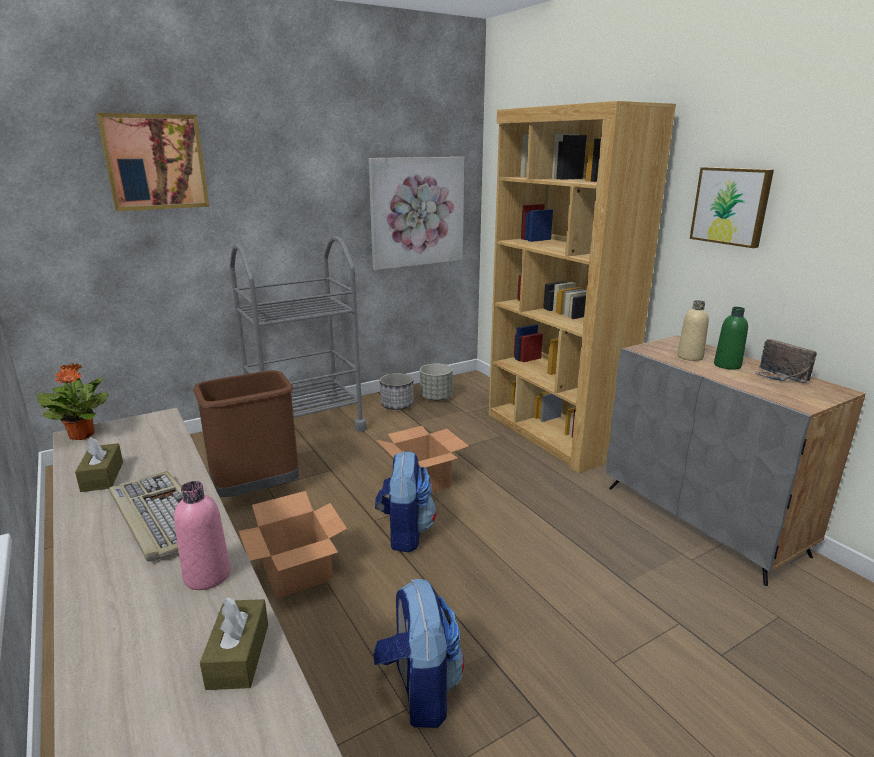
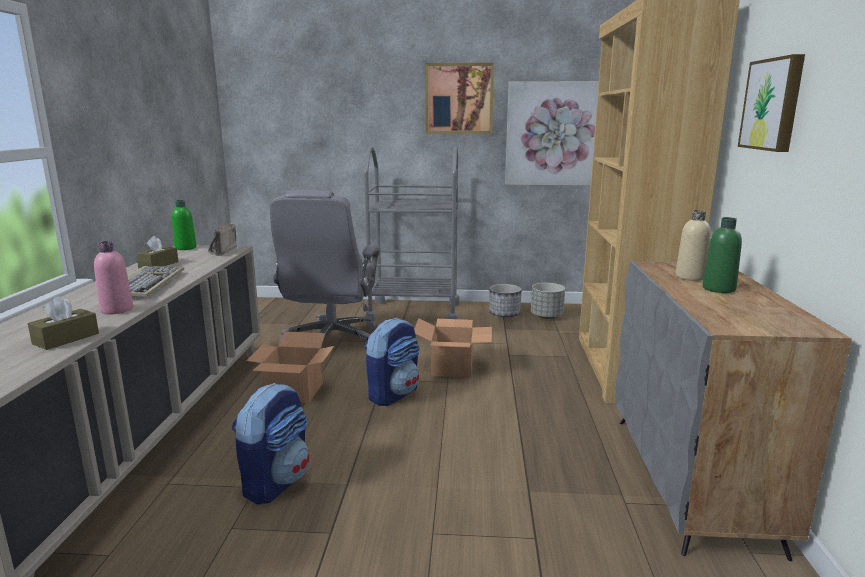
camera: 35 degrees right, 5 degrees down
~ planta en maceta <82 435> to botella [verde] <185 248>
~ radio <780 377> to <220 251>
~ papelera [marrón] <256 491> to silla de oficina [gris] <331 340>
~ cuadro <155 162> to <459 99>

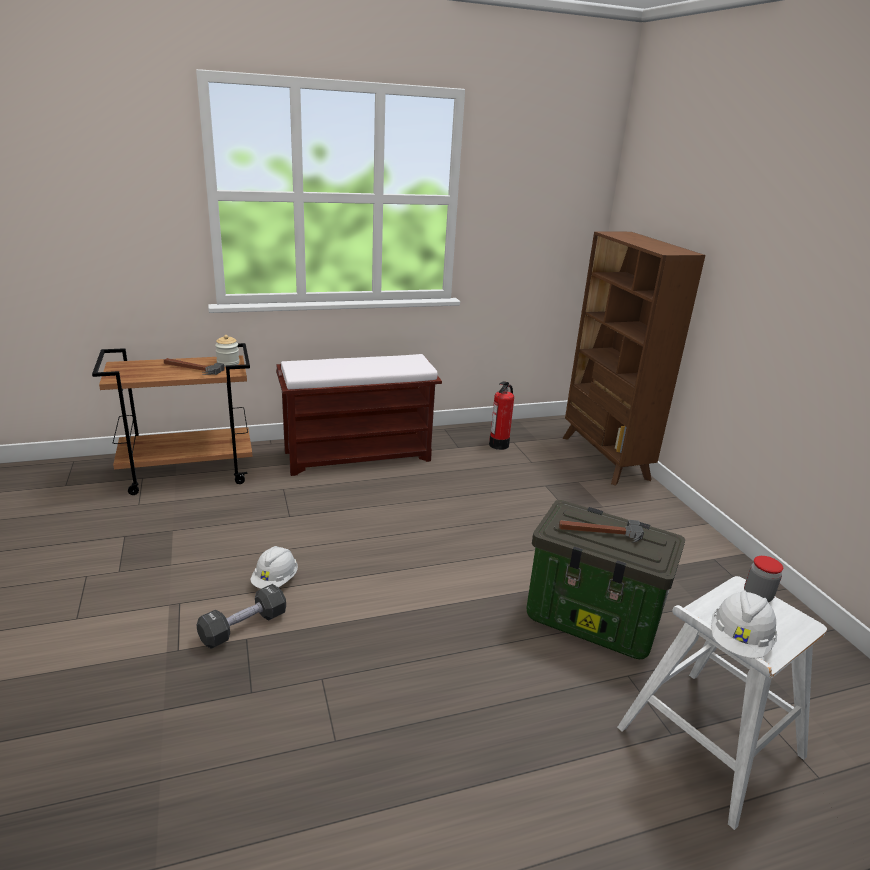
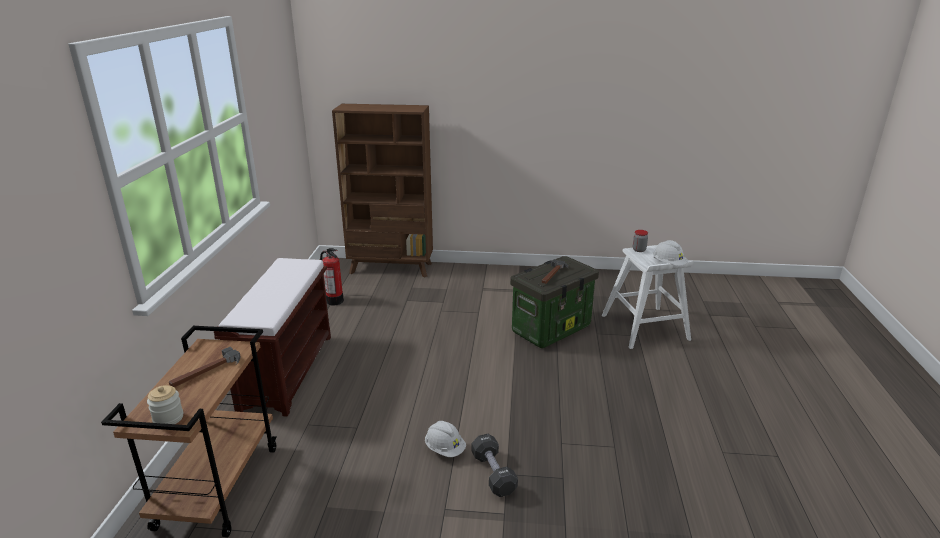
camera: 65 degrees left, 0 degrees up
~ tarro <228 363> to <168 418>

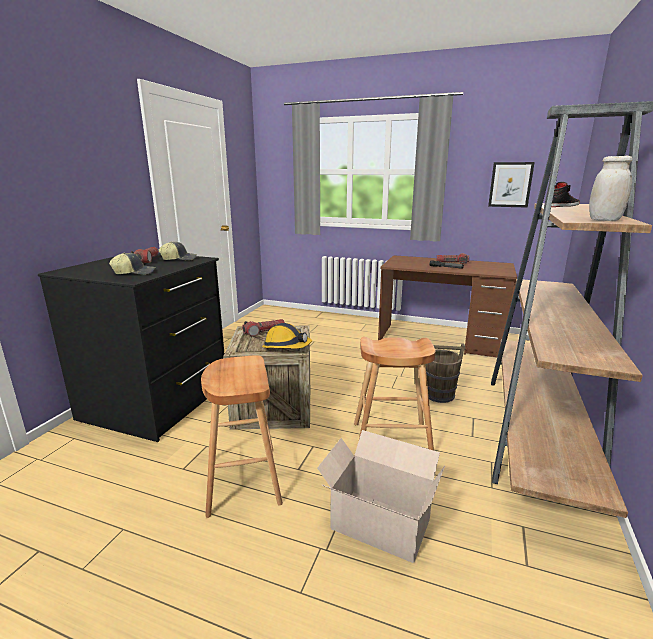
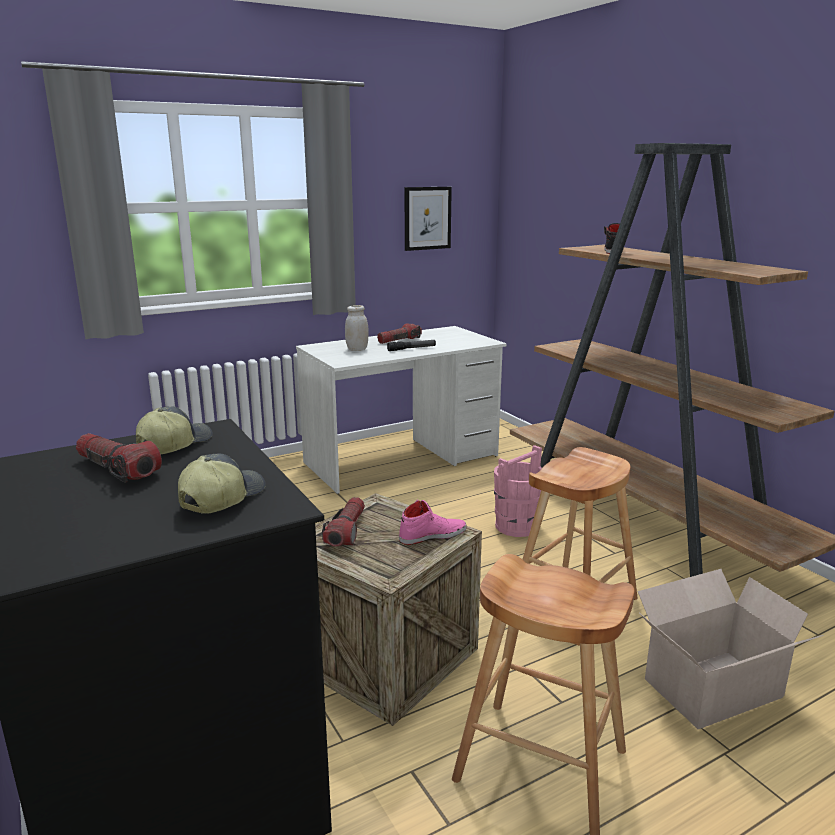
camera: 50 degrees left, 0 degrees up
~ escritorio [marrón] <440 341> to escritorio [blanco] <402 460>
~ tarro [blanco] <604 220> to <357 349>
~ casco <286 347> to zapato [rosa] <432 535>
~ cubo [marrón] <439 395> to cubo [rosa] <517 526>

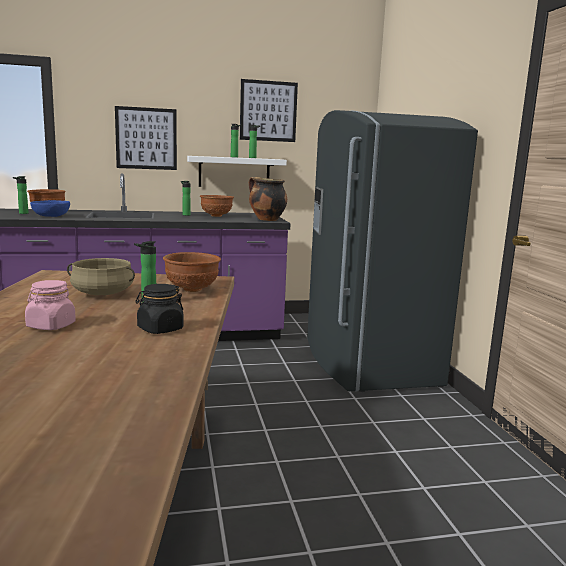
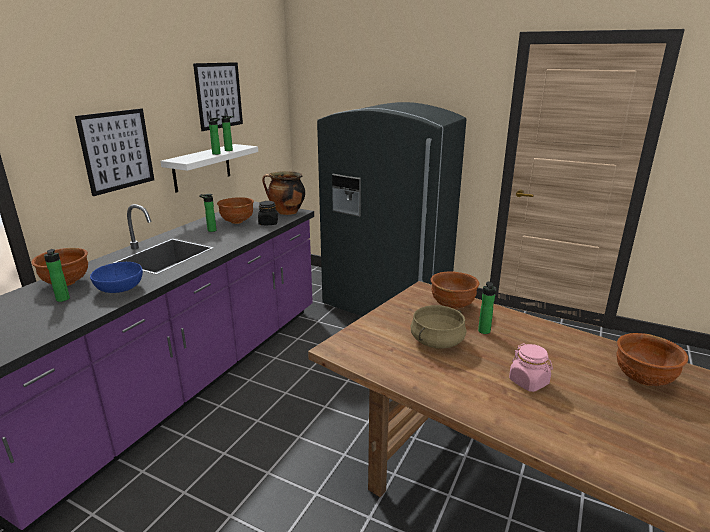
camera: 50 degrees left, 10 degrees up
~ tarro [negro] <160 329> to <268 223>
+ cuenco [marrón] <642 379>

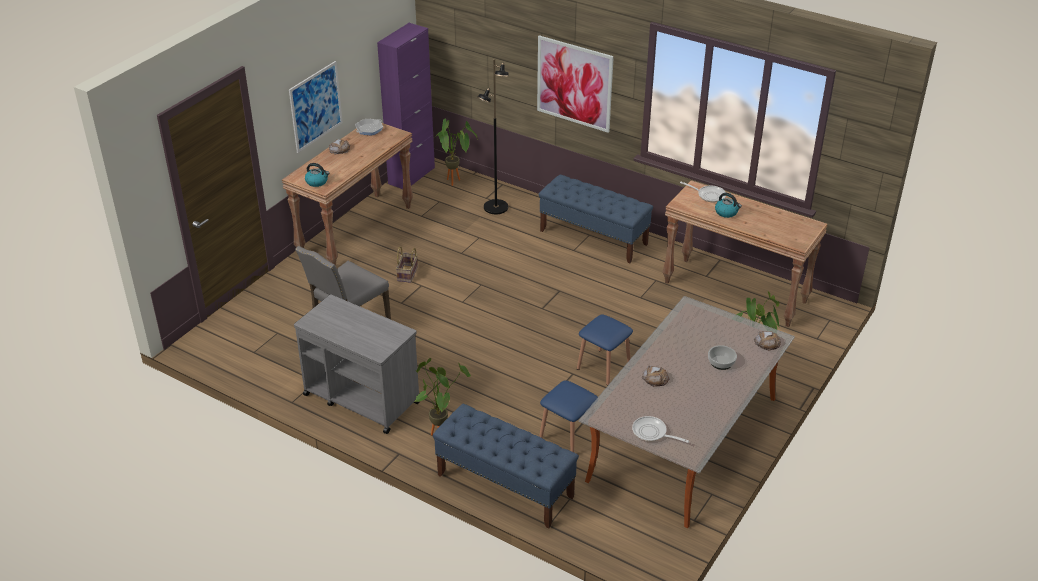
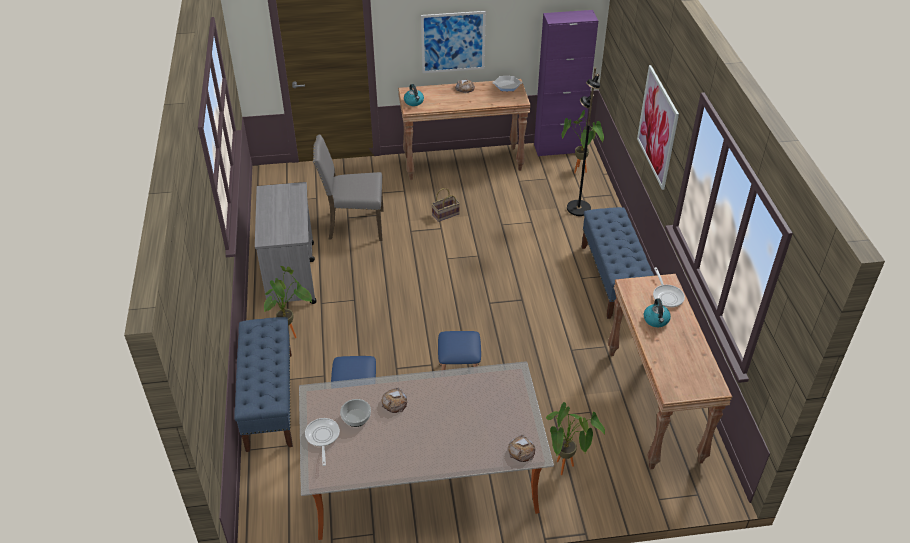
camera: 50 degrees right, 5 degrees up
~ cuenco <721 362> to <356 417>

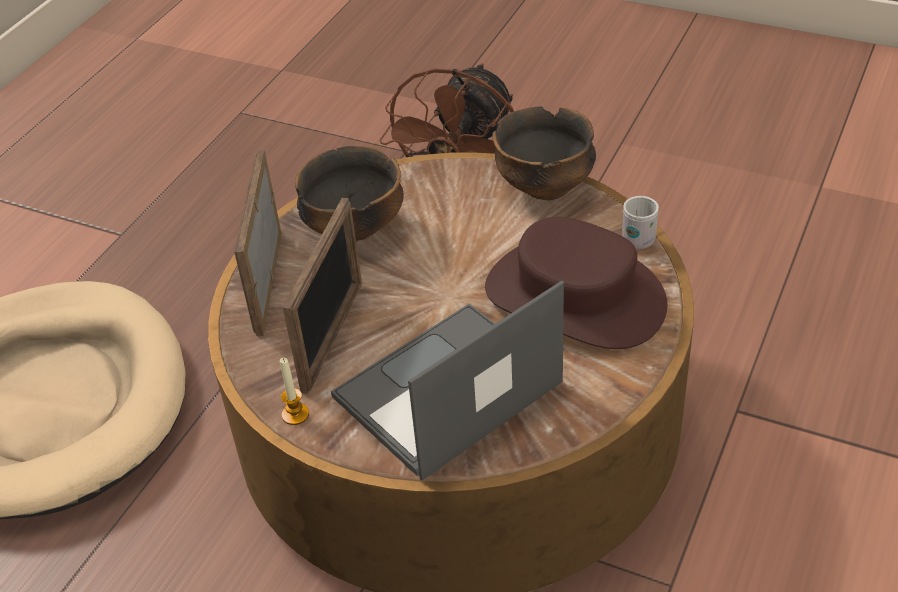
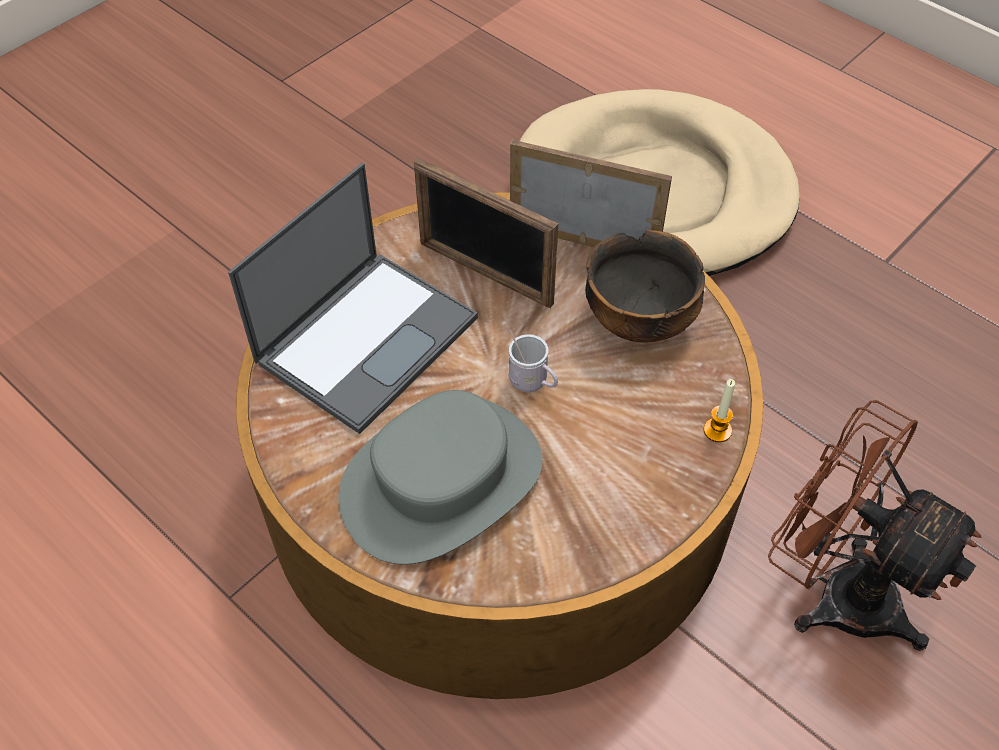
camera: 105 degrees right, 10 degrees up
~ portátil <446 392> = <368 337> 60 degrees clockwise
~ sombrero [marrón] <575 296> to sombrero [gris] <442 482>
~ taza grande [blanco] <640 237> to <532 383>
~ vela <295 414> to <717 430>
- cuenco <545 186>

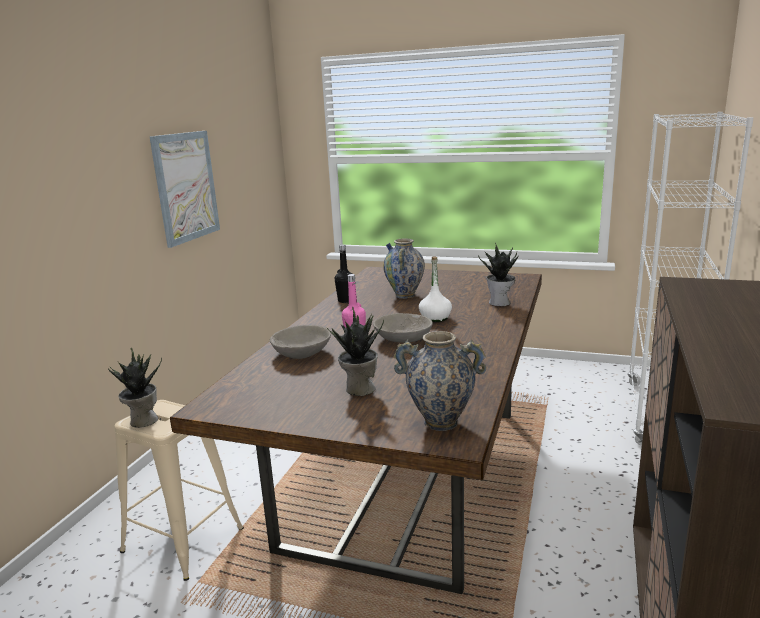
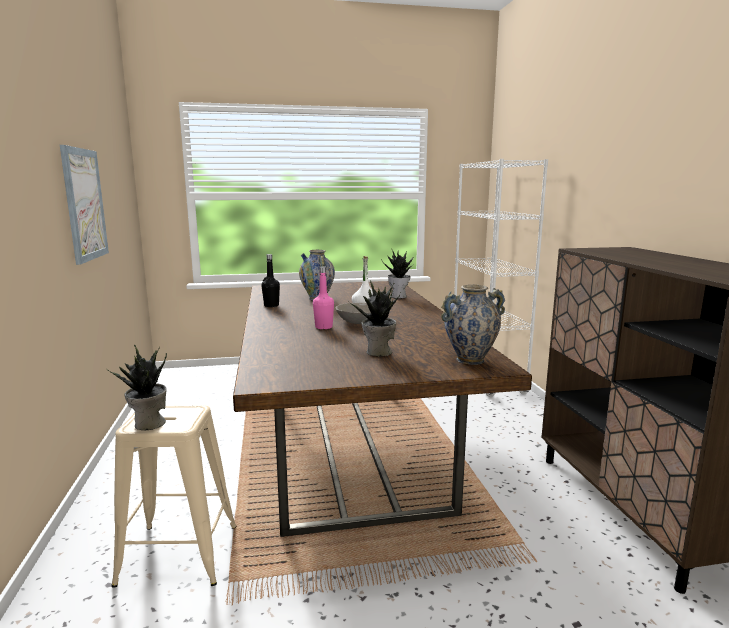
camera: 30 degrees left, 5 degrees down
- cuenco [gris] <302 352>

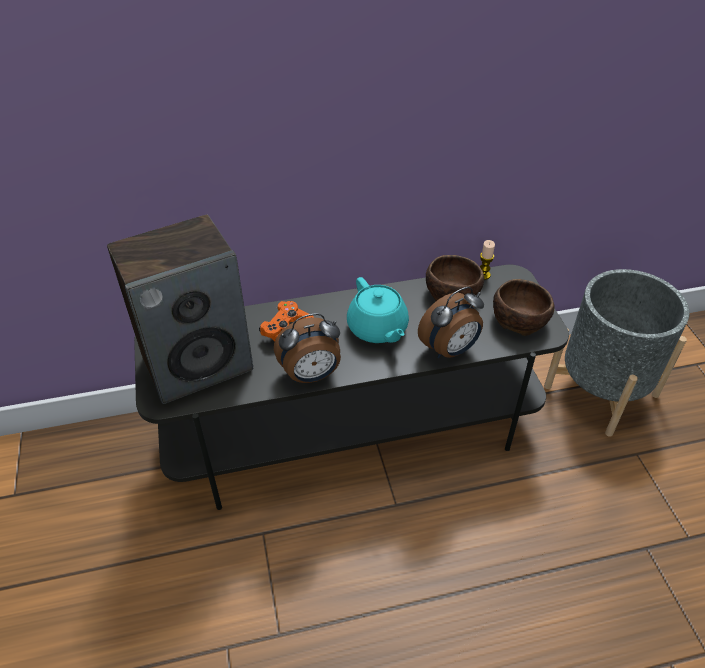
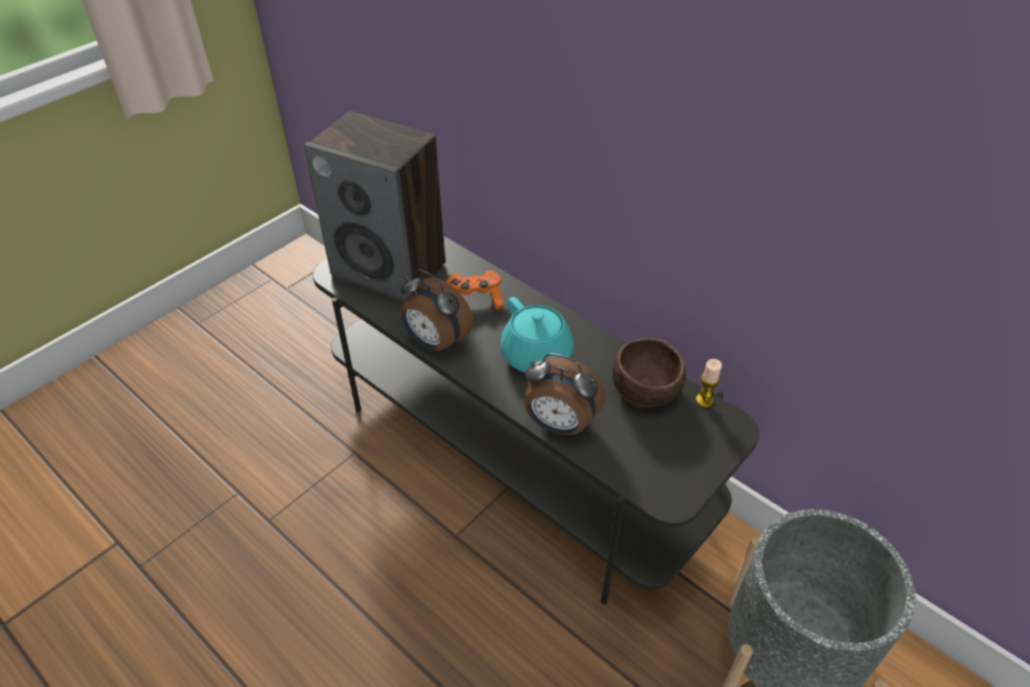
camera: 55 degrees right, 0 degrees up
~ tetera [turquesa] <377 329> = <537 357> 60 degrees counterclockwise
- cuenco [marrón] <519 319>

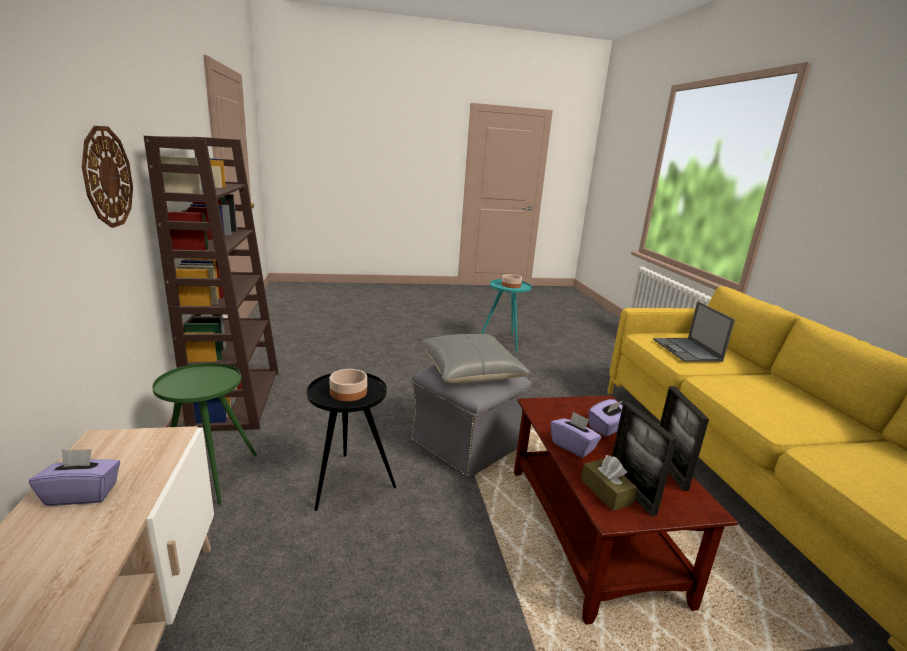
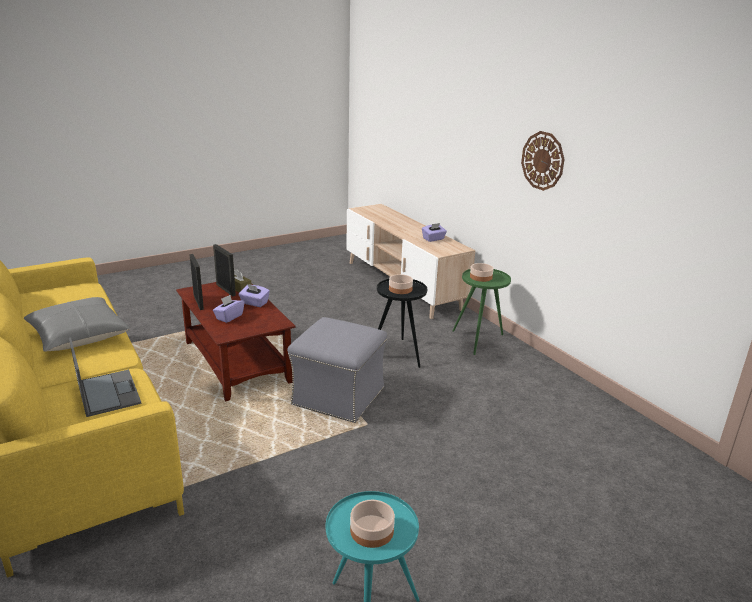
camera: 160 degrees right, 5 degrees up
~ cojín [gris] <470 371> to <79 336>
+ cuenco <480 277>
- estantería [marrón] <236 398>

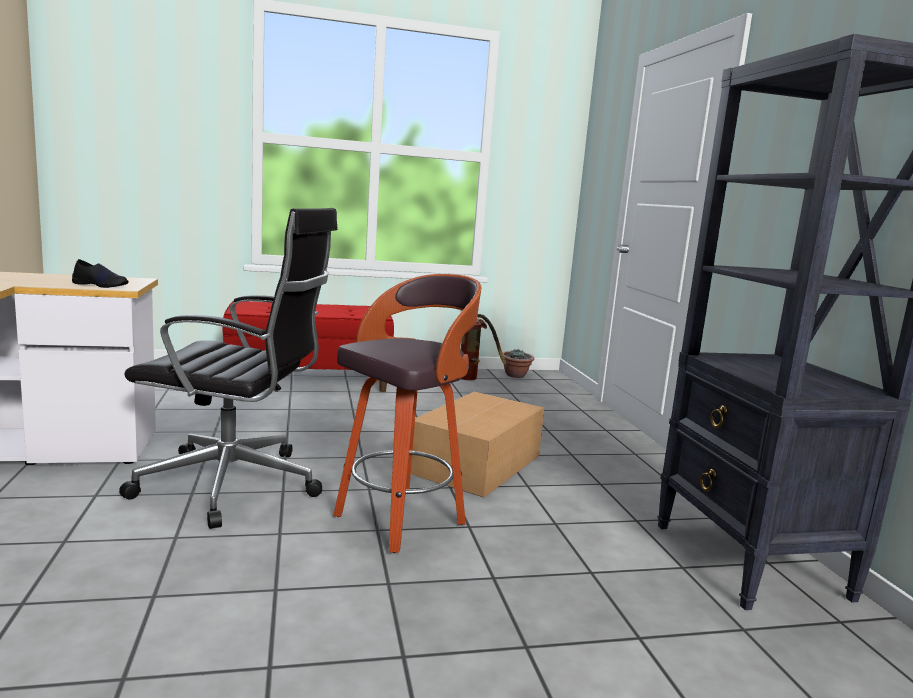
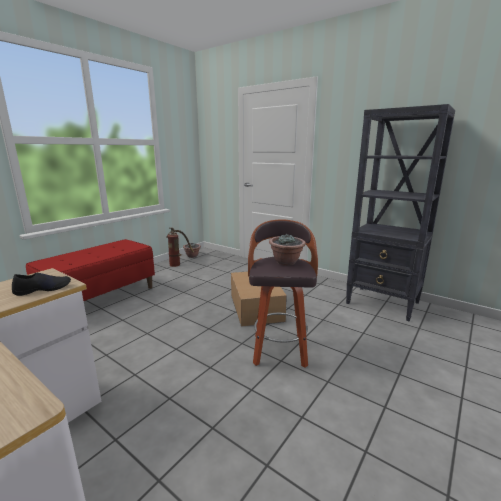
camera: 40 degrees left, 5 degrees up
+ planta en maceta <286 262>
- silla de oficina [negro] <235 485>

